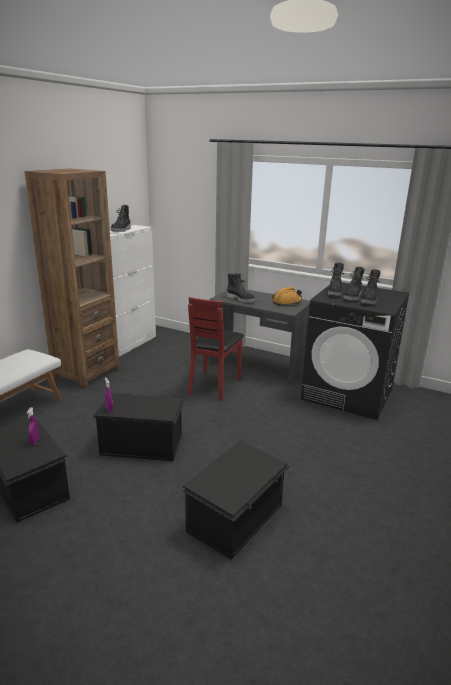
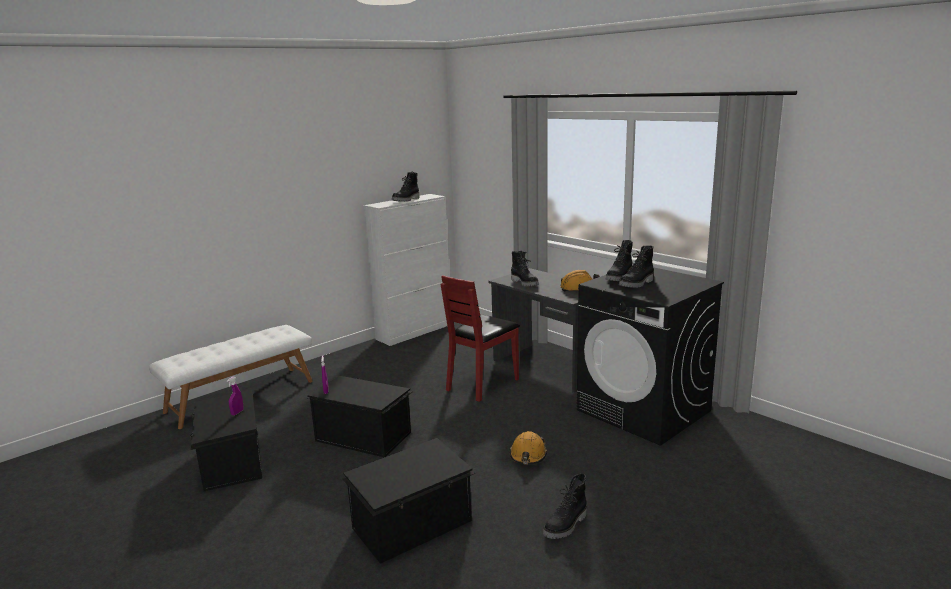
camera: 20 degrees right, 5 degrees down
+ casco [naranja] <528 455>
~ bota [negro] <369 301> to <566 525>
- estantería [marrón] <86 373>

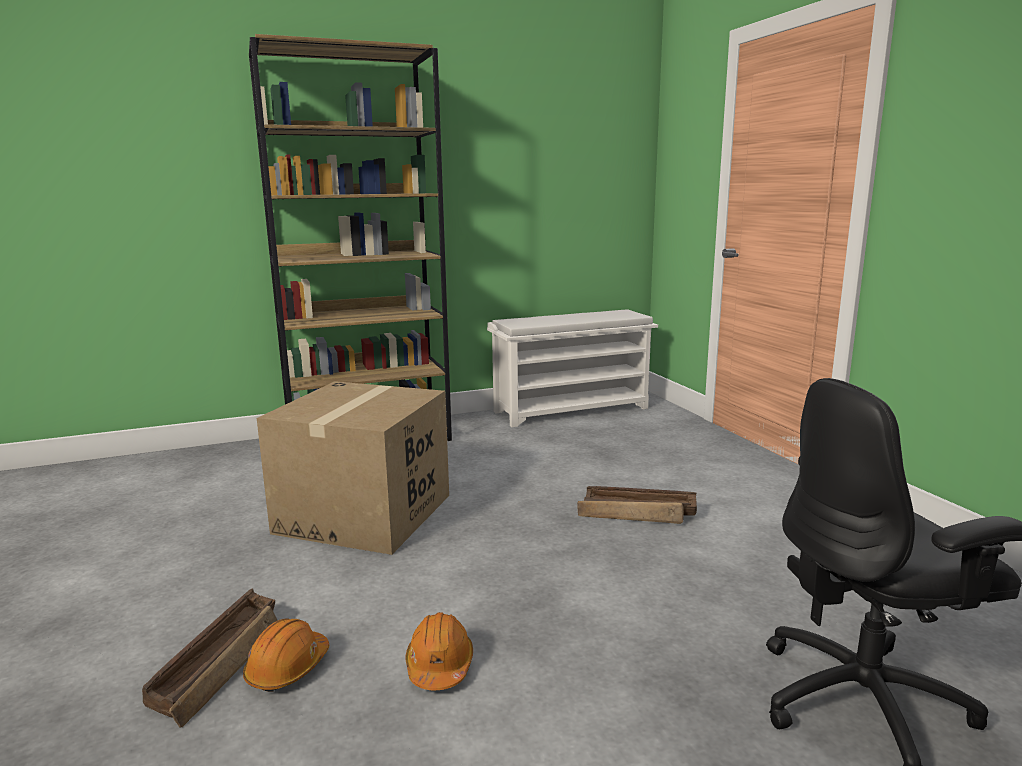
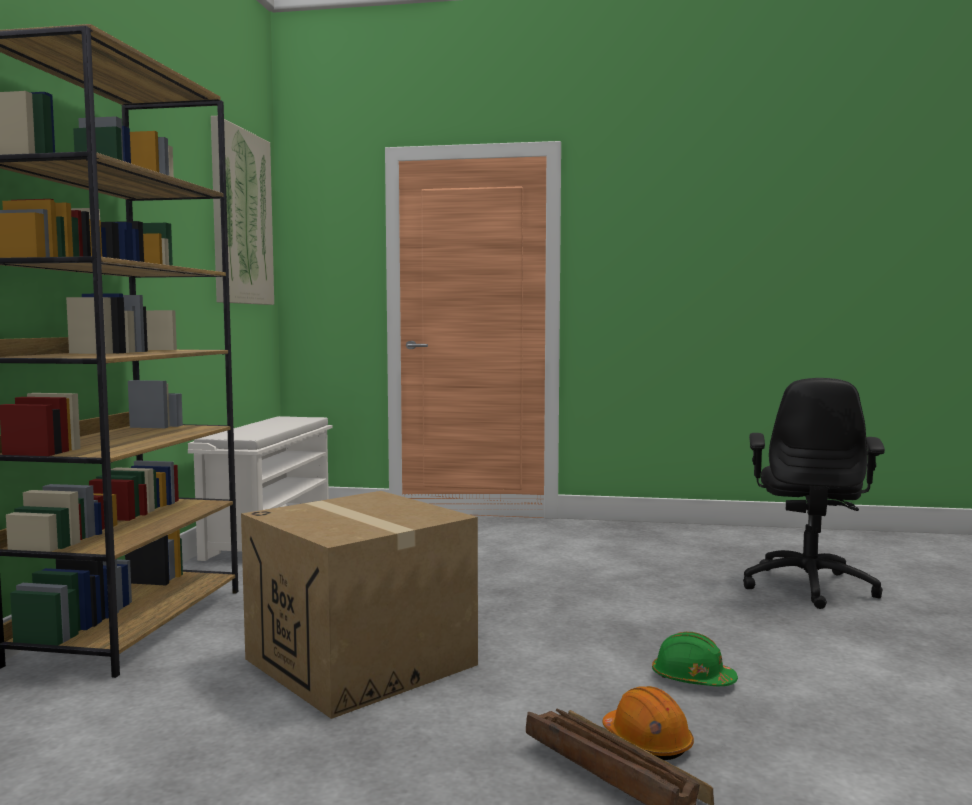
camera: 60 degrees left, 10 degrees down
+ cuadro <241 217>
~ casco [naranja] <439 665> to casco [verde] <692 679>
- caja de embalaje <637 514>

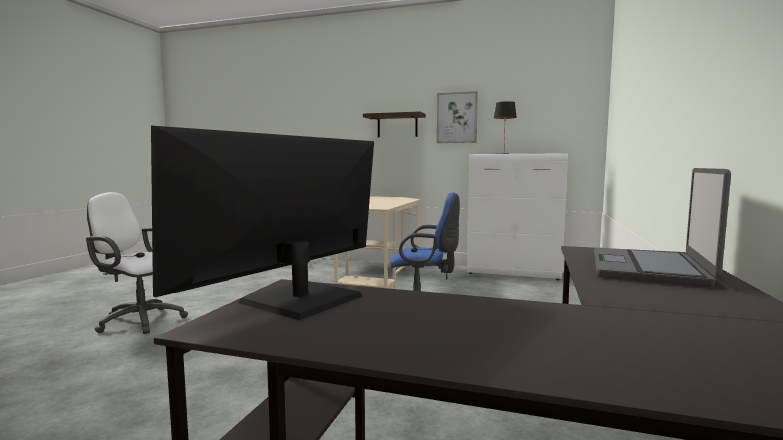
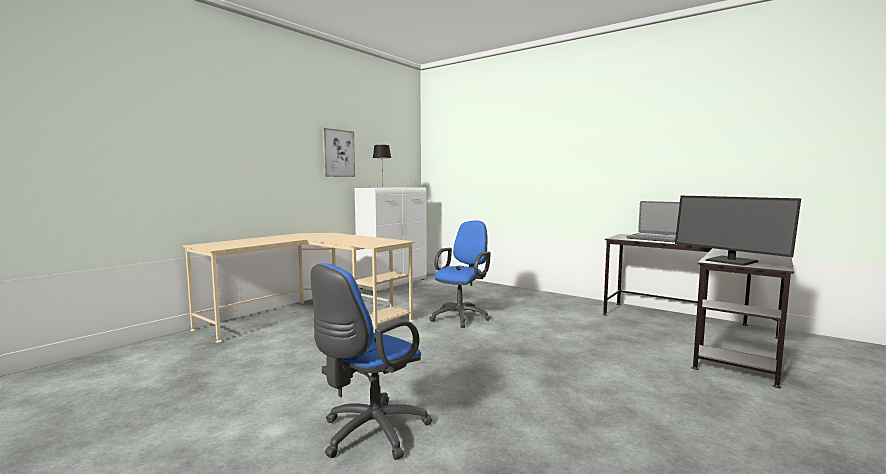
camera: 70 degrees left, 0 degrees up
~ silla de oficina [blanco] <138 320> to silla de oficina [azul] <369 434>
- estante <397 126>

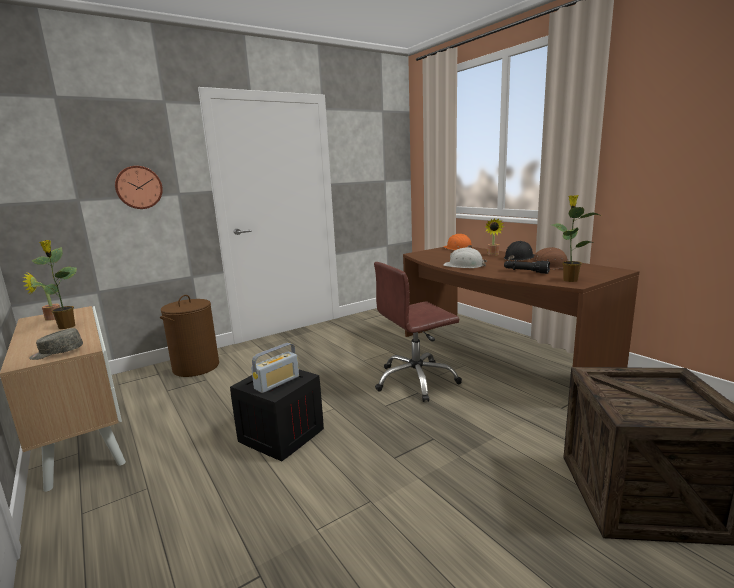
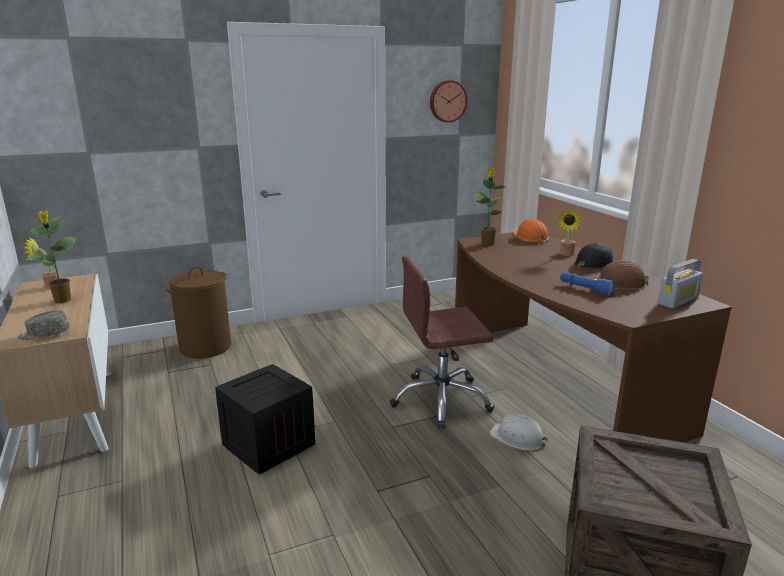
camera: 10 degrees right, 5 degrees up
~ reloj de pared <138 187> to <447 101>
~ planta en maceta <569 280> to <487 243>
~ casco [blanco] <464 265> to <517 438>
~ linterna [negro] <525 271> to linterna [azul] <585 289>
~ radio <277 382> to <678 301>

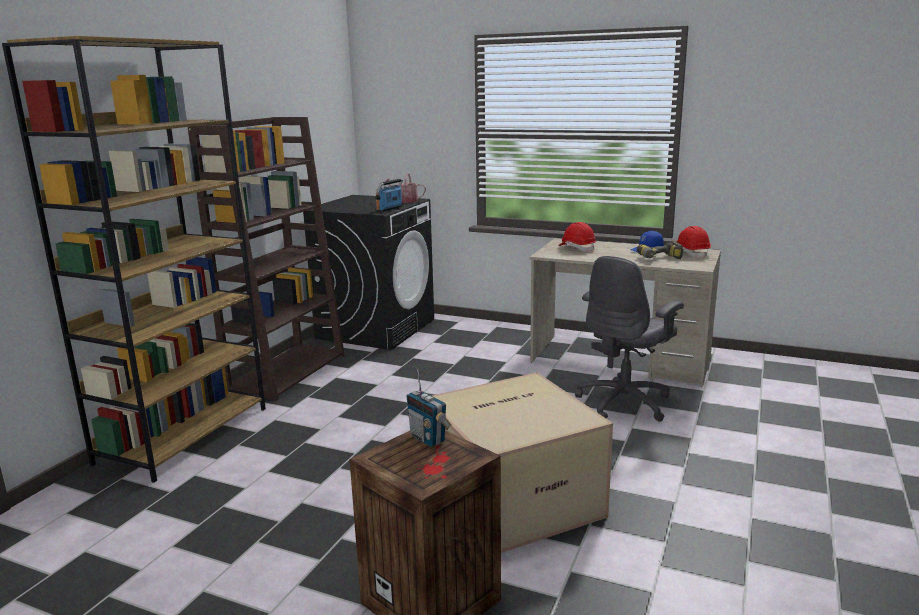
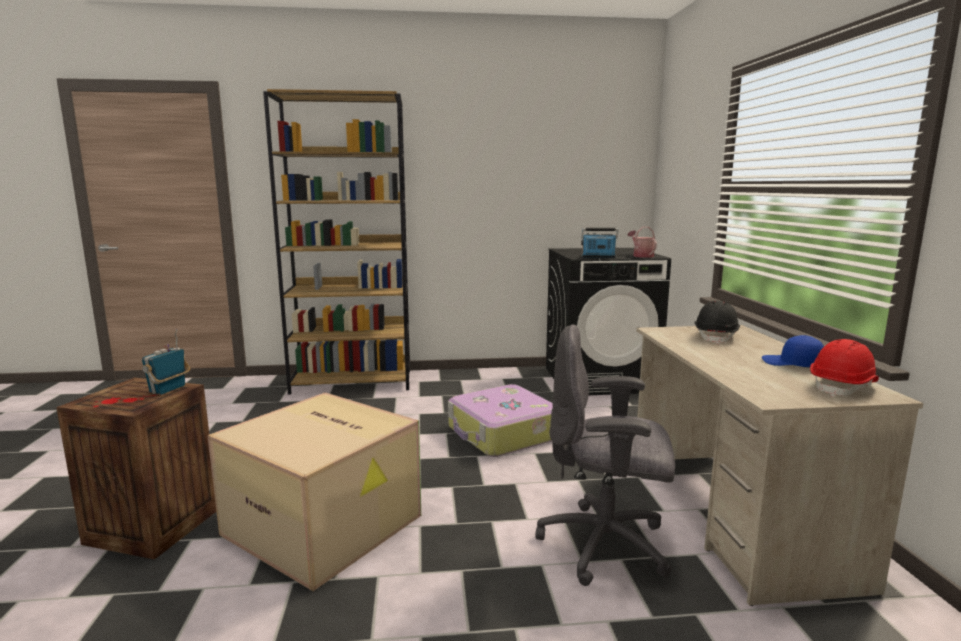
camera: 60 degrees right, 5 degrees down
+ maleta <502 434>
~ casco [rojo] <577 248> to casco [negro] <716 337>
- estantería [marrón] <287 371>
- taladro <661 259>

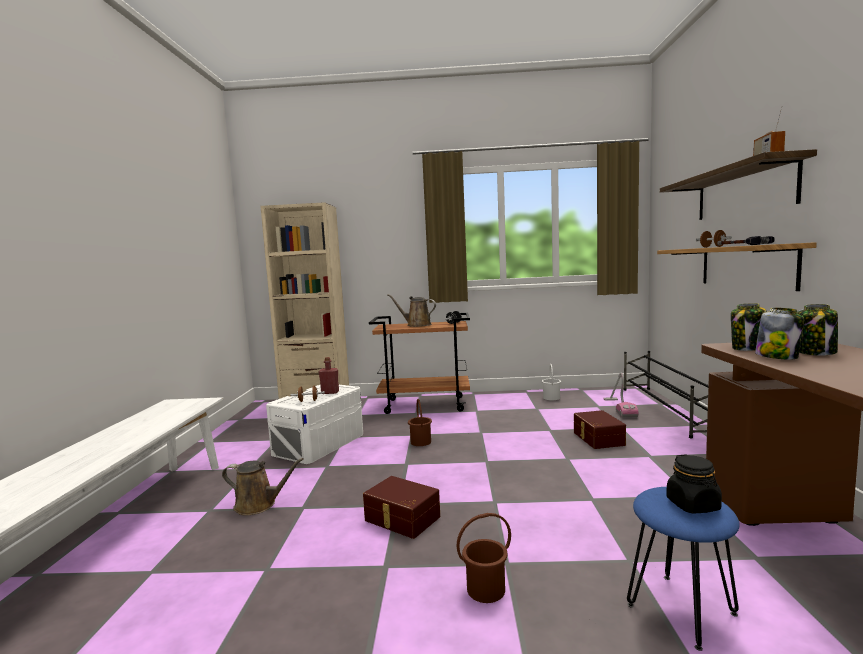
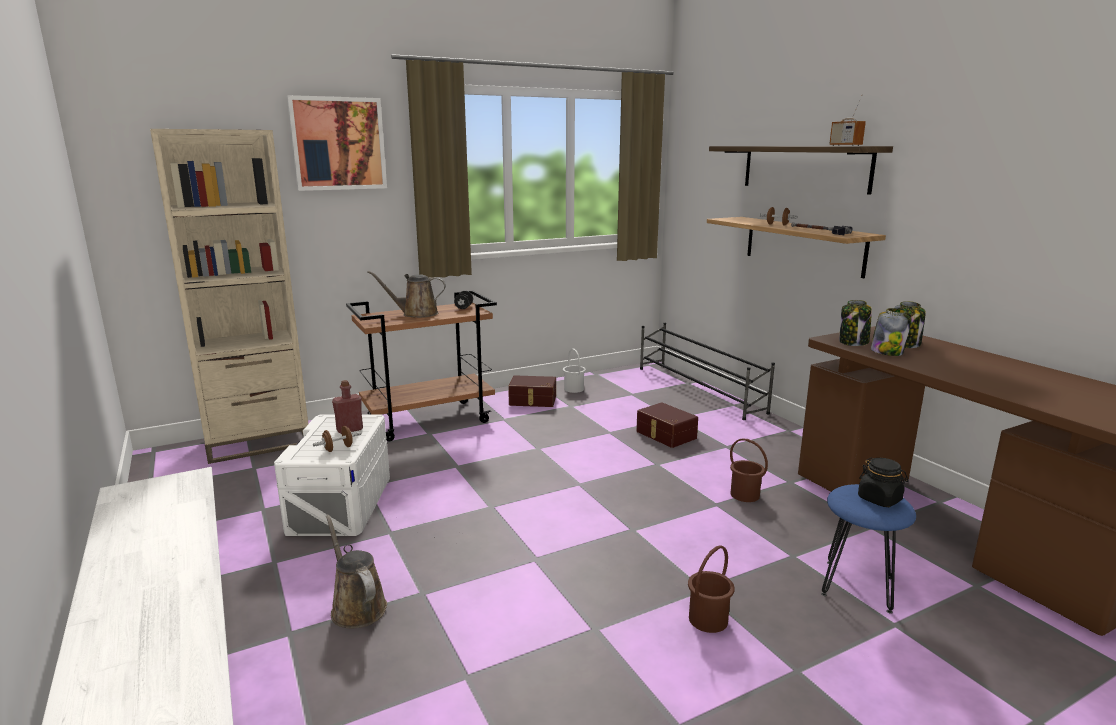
camera: 30 degrees left, 10 degrees up
+ cuadro <338 144>
~ regadera [marrón] <259 505> = <356 606> 105 degrees counterclockwise
~ caja de almacenaje [marrón] <401 519> to <532 401>
~ cubo [marrón] <421 442> to <745 494>
- aspiradora <619 408>

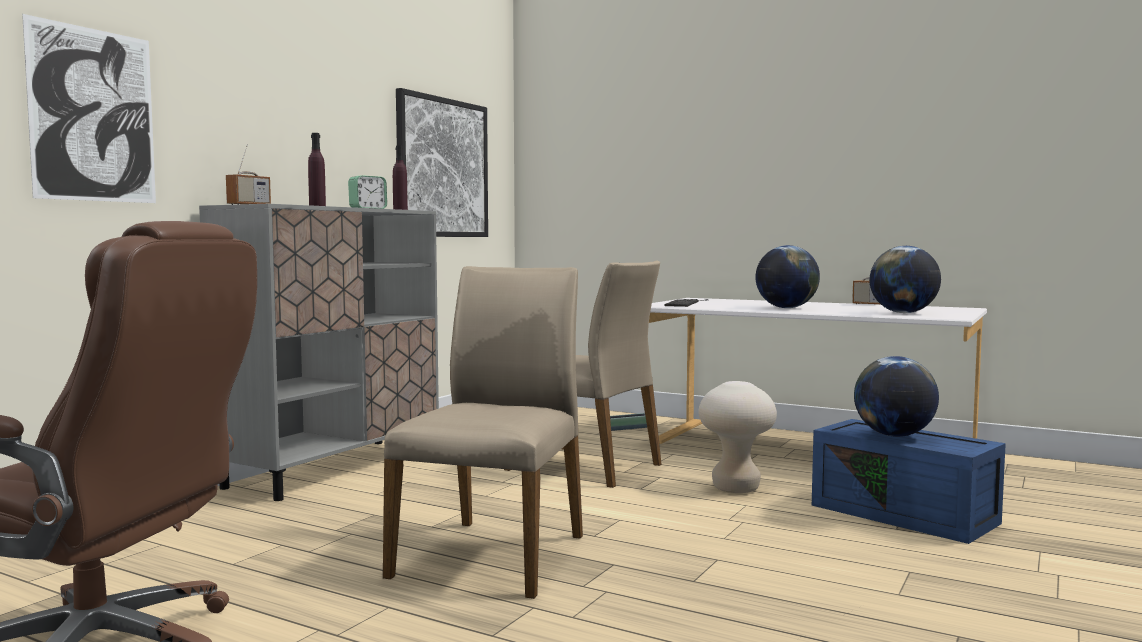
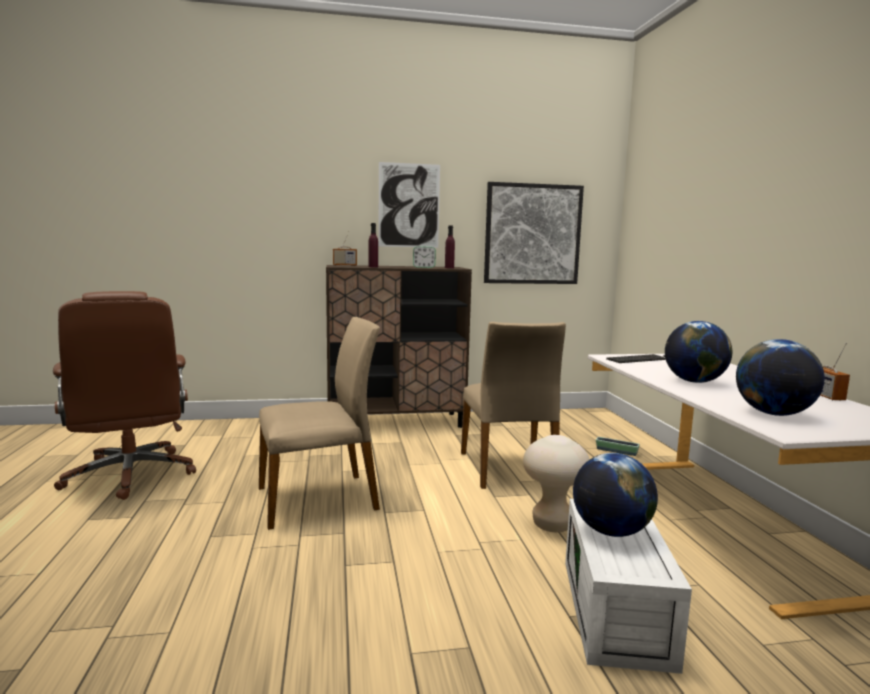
camera: 50 degrees right, 5 degrees up
~ armario [gris] <335 467> to armario [marrón] <396 422>
~ cuadro <93 115> to <409 205>
~ caja de almacenaje [azul] <907 514> to caja de almacenaje [blanco] <618 612>

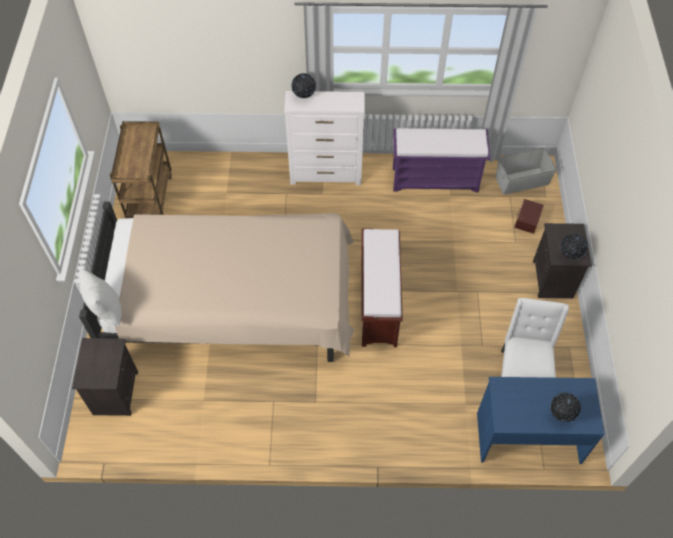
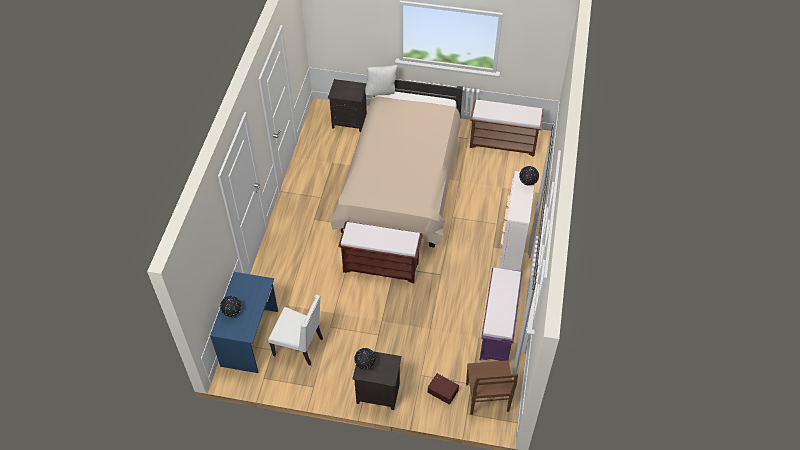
camera: 100 degrees right, 5 degrees down
~ caja de almacenaje [gris] <522 181> to silla [marrón] <487 399>
~ carrito [marrón] <149 198> to banco [marrón] <503 143>

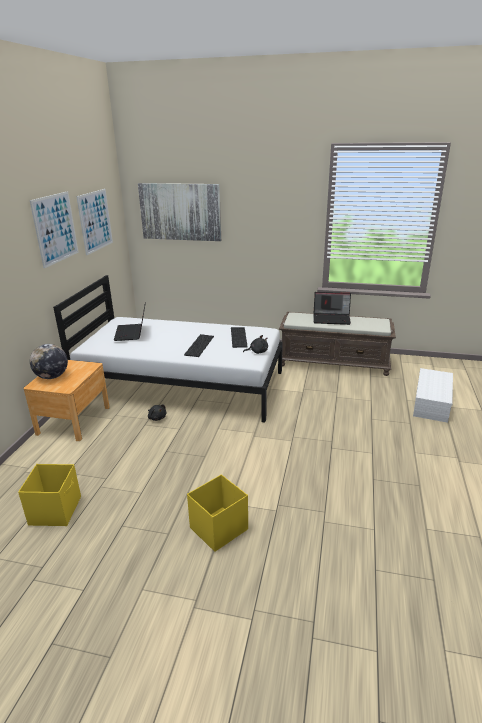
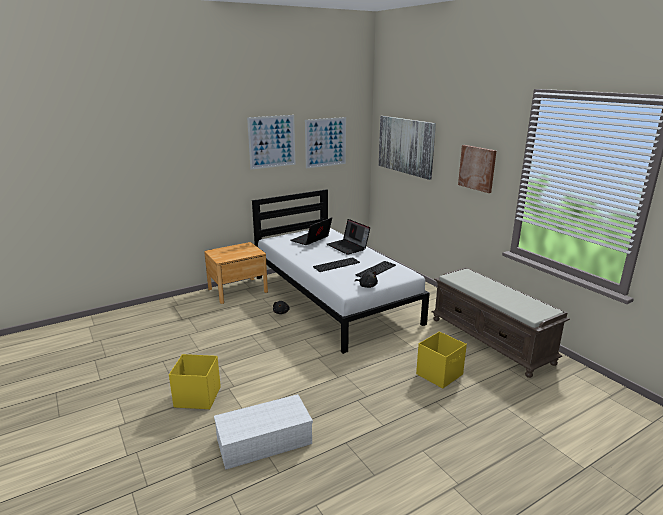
camera: 45 degrees right, 5 degrees down
~ caja de almacenaje [blanco] <430 402> to <265 440>
~ portátil <332 318> to <348 247>
~ caja de almacenaje [amarillo] <56 510> to <440 374>
+ cuadro <477 168>
- globo terráqueo <52 377>

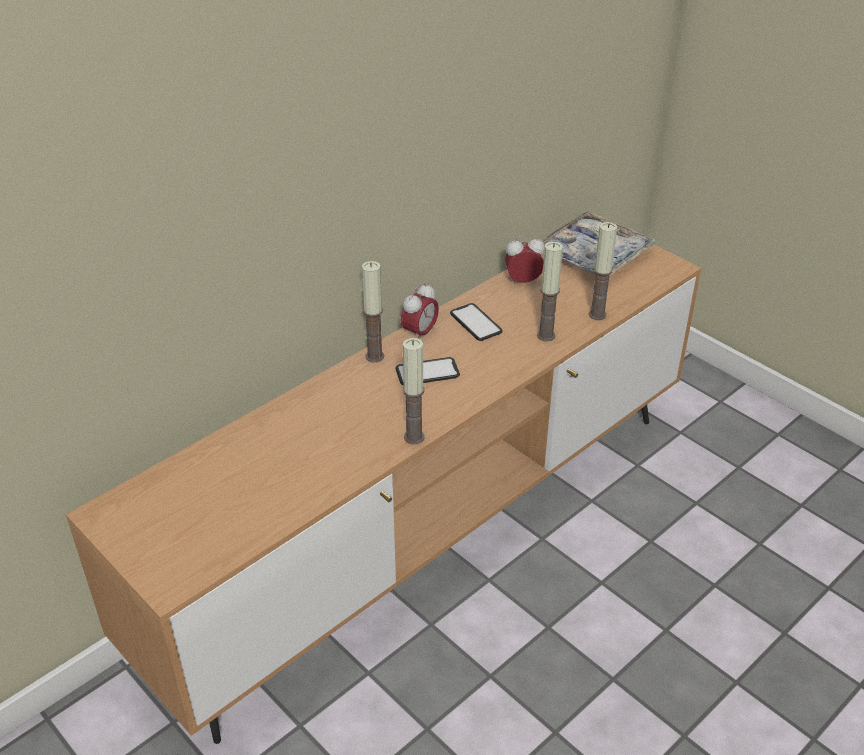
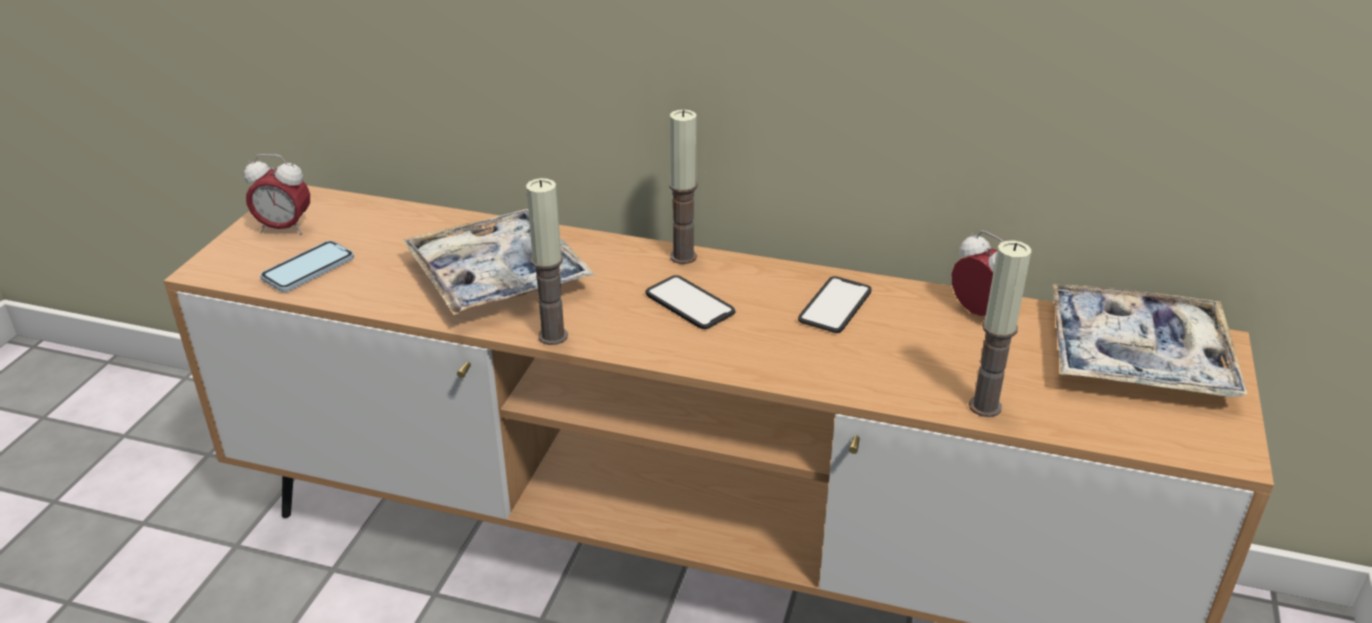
camera: 60 degrees right, 5 degrees down
~ despertador <420 333> to <284 228>
+ móvil <308 269>
+ bandeja <498 276>
- vela <546 335>

